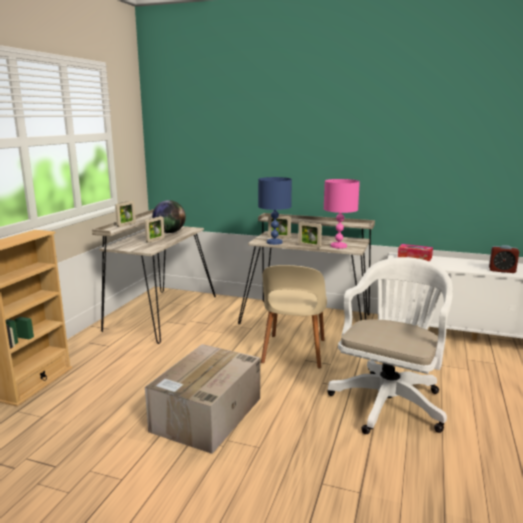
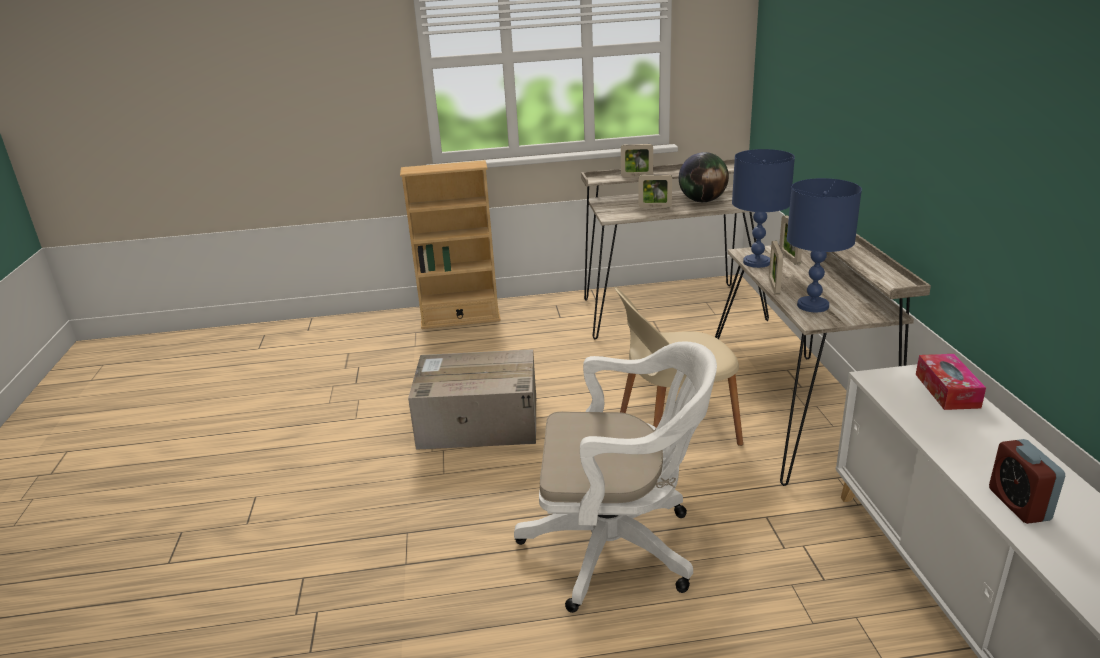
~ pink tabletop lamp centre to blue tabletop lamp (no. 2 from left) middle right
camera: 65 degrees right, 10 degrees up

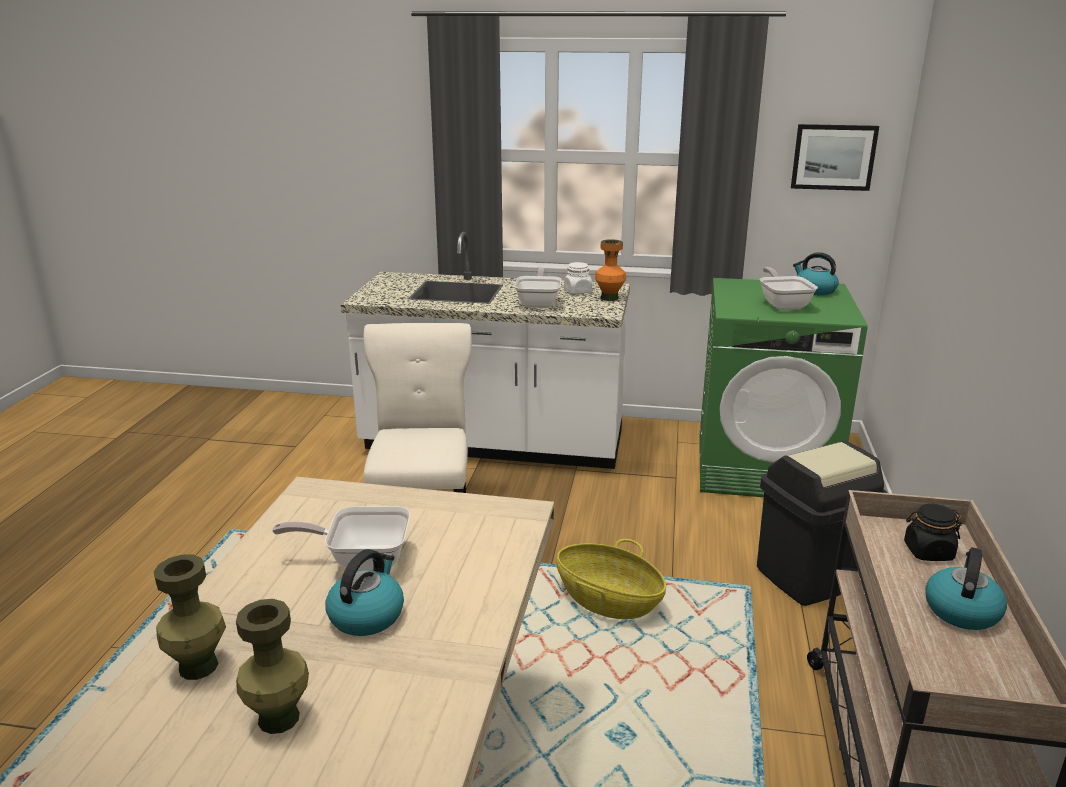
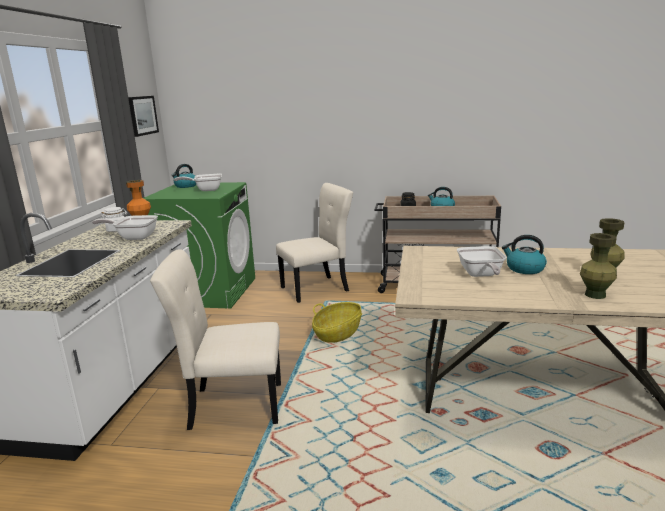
~ blackish trash can middle right to beige-coloured upright chair (no. 2 from left) centre
camera: 90 degrees left, 5 degrees down

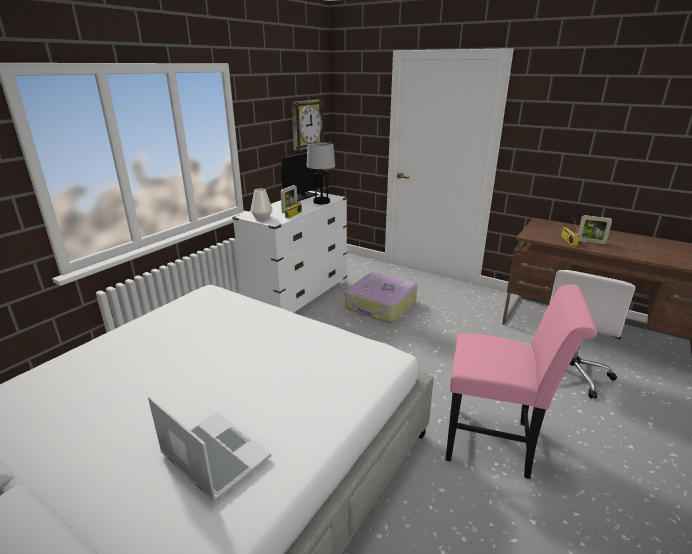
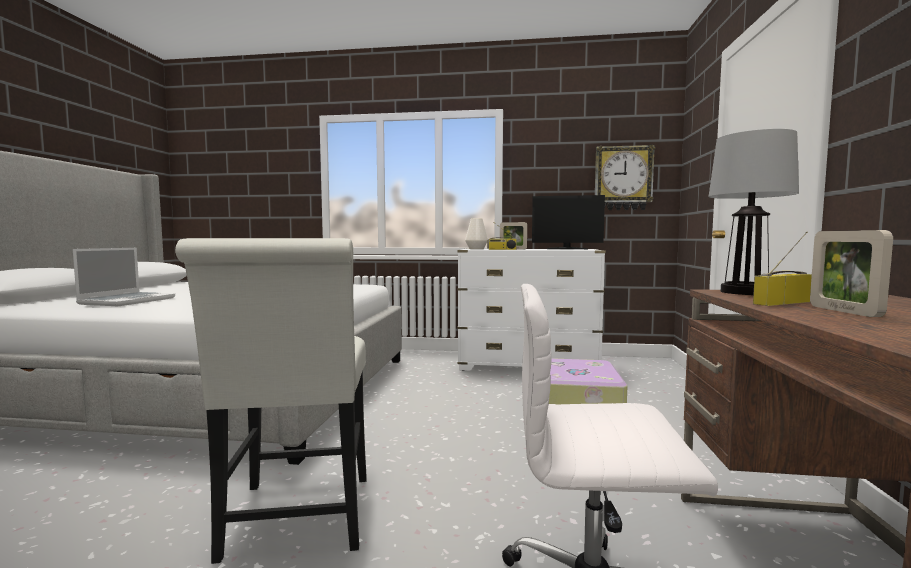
~ tabletop lamp top centre to middle right
~ pink upright chair bottom right to white upright chair bottom left
camera: 65 degrees right, 20 degrees down

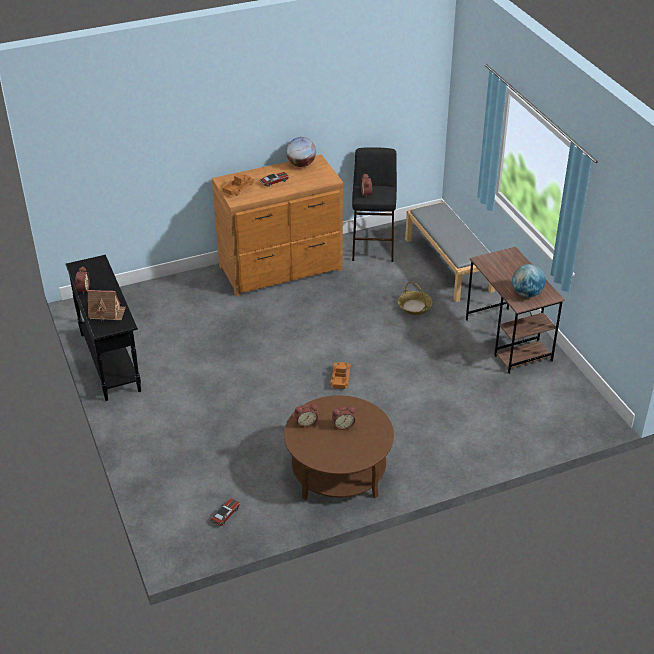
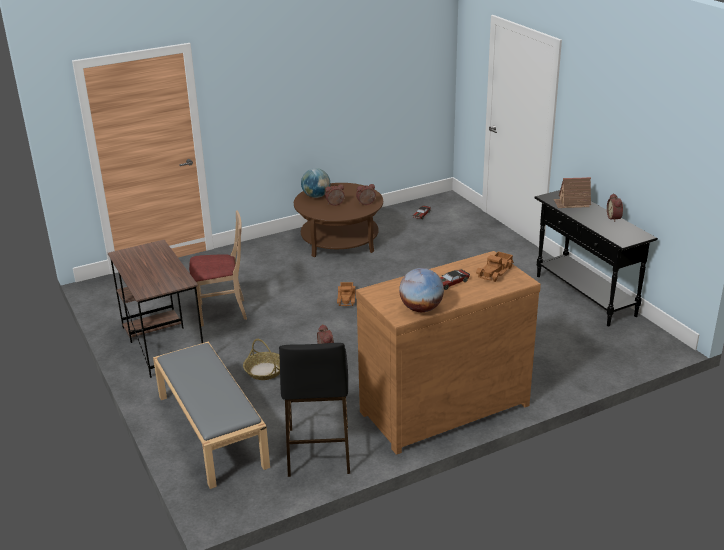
~ world globe (no. 2 from left in the first image) middle right to world globe (no. 1 from left) top centre
+ beige-coloured upright chair middle left
camera: 175 degrees right, 10 degrees down

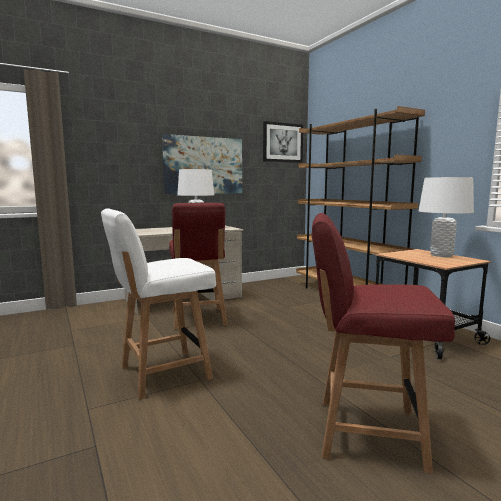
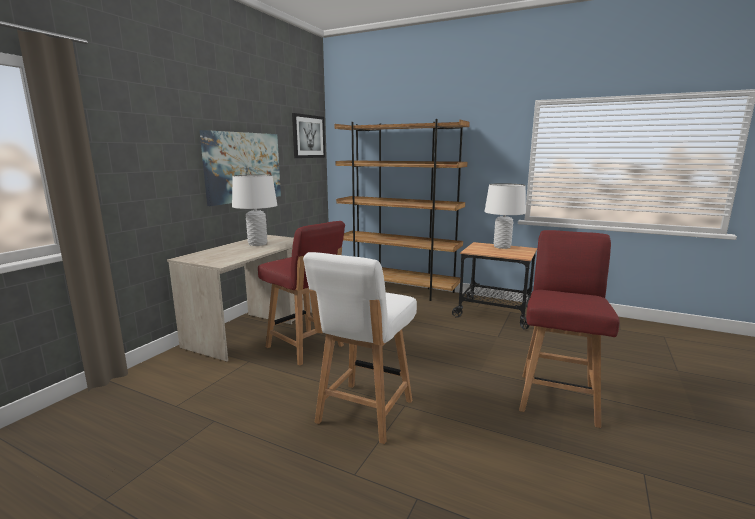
~ red upright chair (no. 2 from left) bottom right = middle right 135 degrees clockwise
camera: 35 degrees left, 5 degrees up

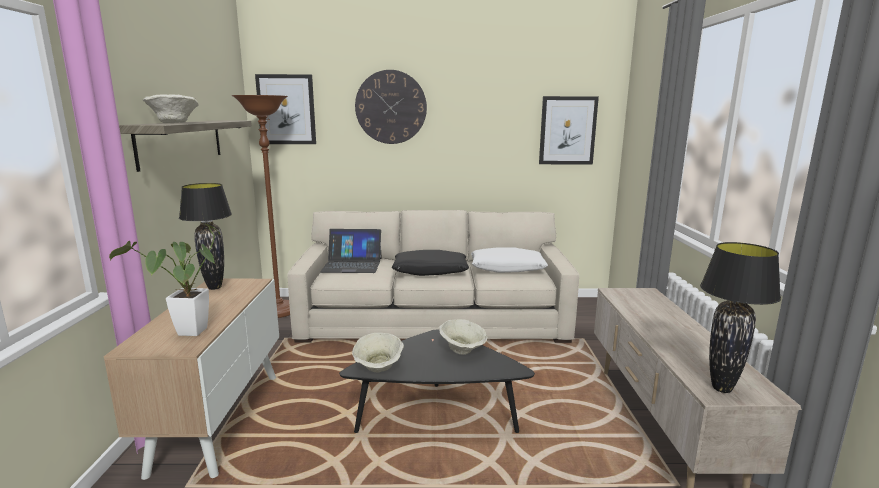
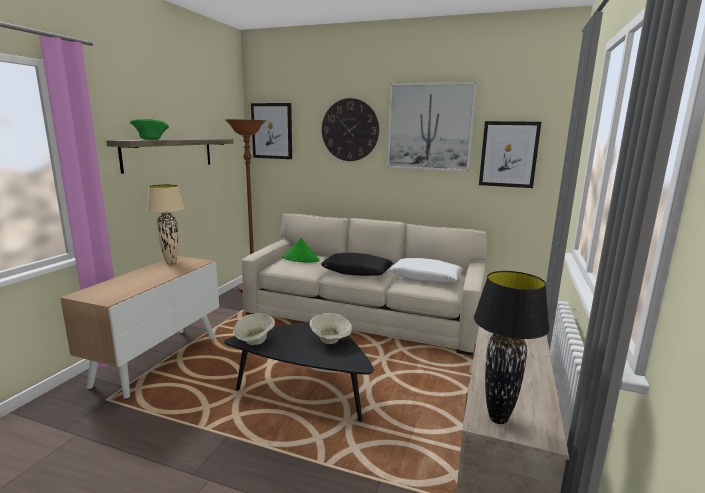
~ beige-coloured serving bowl (no. 1 from left) top left to greenish serving bowl top left
~ blackish tabletop lamp (no. 1 from left) middle left to beige-coloured tabletop lamp middle left
- houseplant middle left
~ notebook computer centre to greenish wearable hat centre
+ picture (no. 2 from left) top centre
camera: 20 degrees right, 0 degrees up

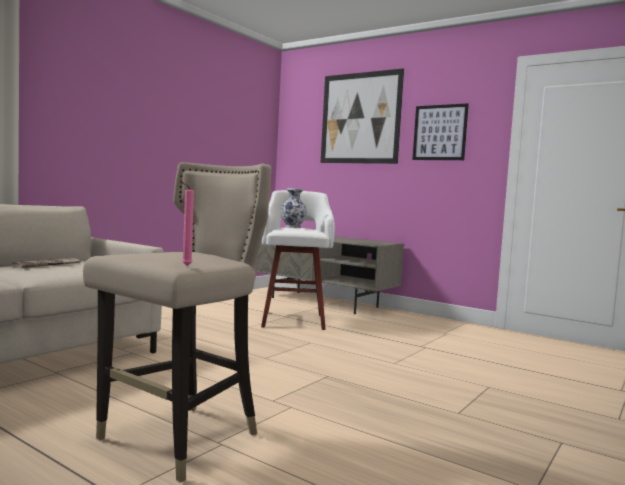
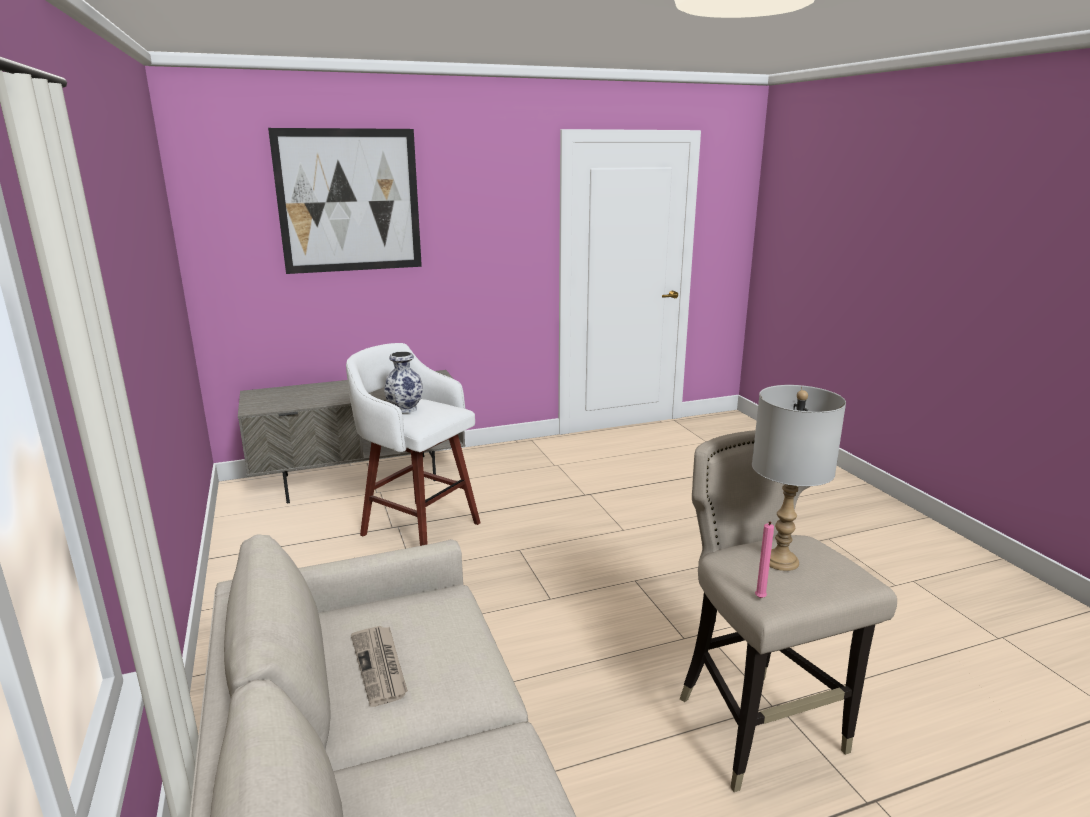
- picture (no. 2 from left) top right
~ pink wax light middle left to bottom right
+ greyish tabletop lamp middle right
camera: 55 degrees left, 15 degrees up

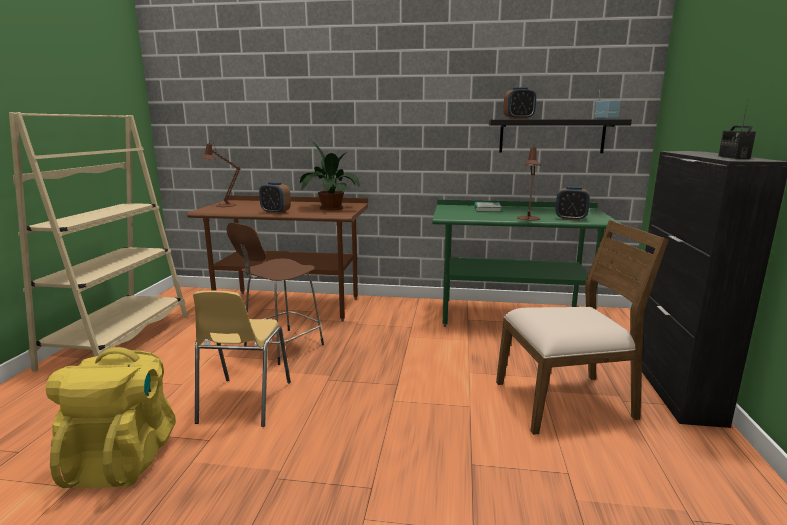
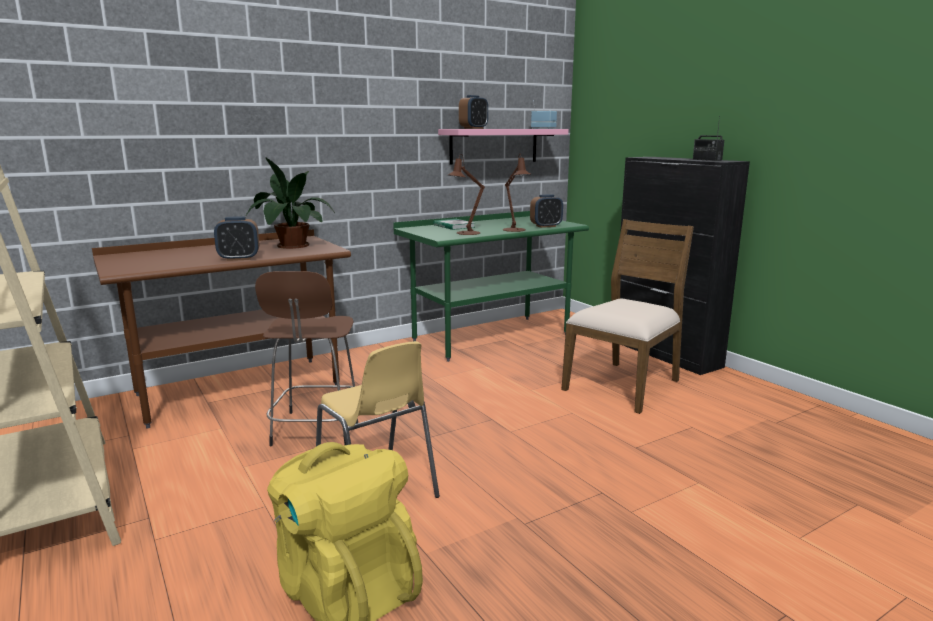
~ blackish wall shelf top right to pink wall shelf top centre
~ brown-coloured tabletop lamp (no. 1 from left) top left to top centre
camera: 40 degrees left, 0 degrees up

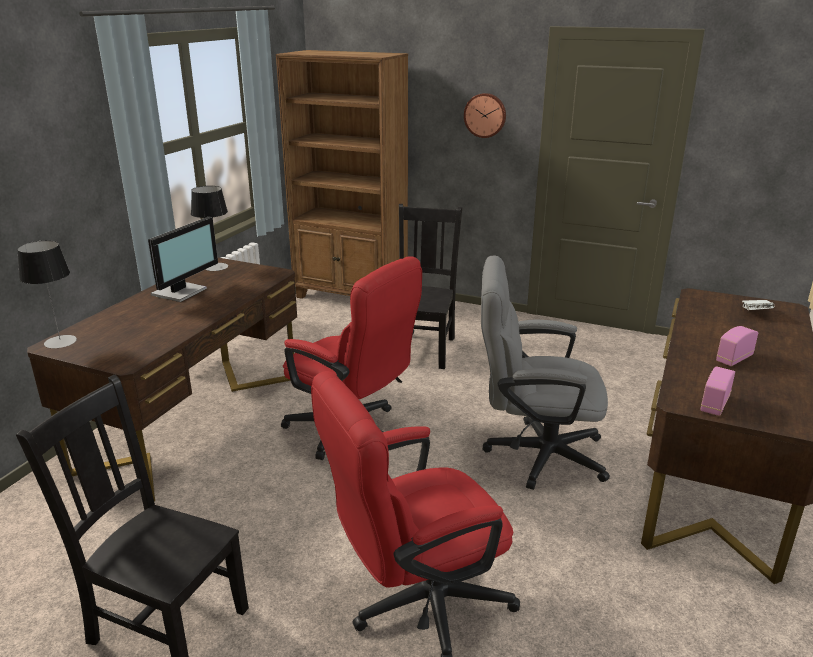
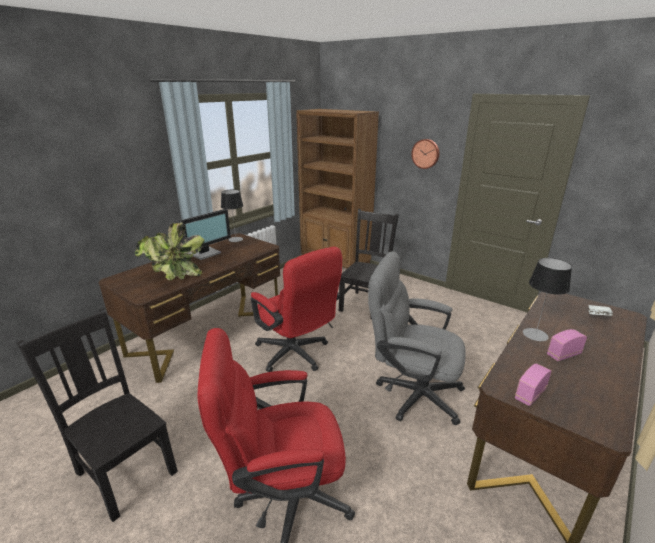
~ tabletop lamp (no. 1 from left in the first image) middle left to tabletop lamp (no. 2 from left) middle right
+ houseplant middle left
camera: 15 degrees right, 0 degrees up

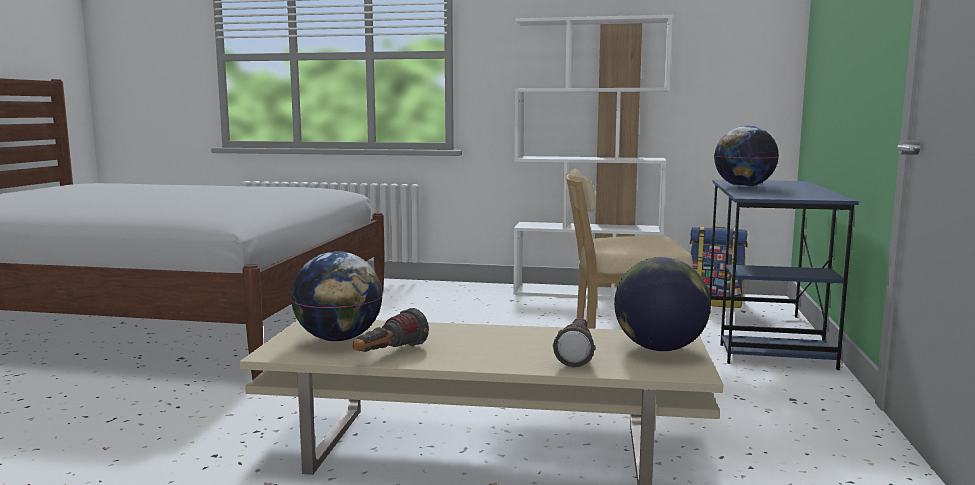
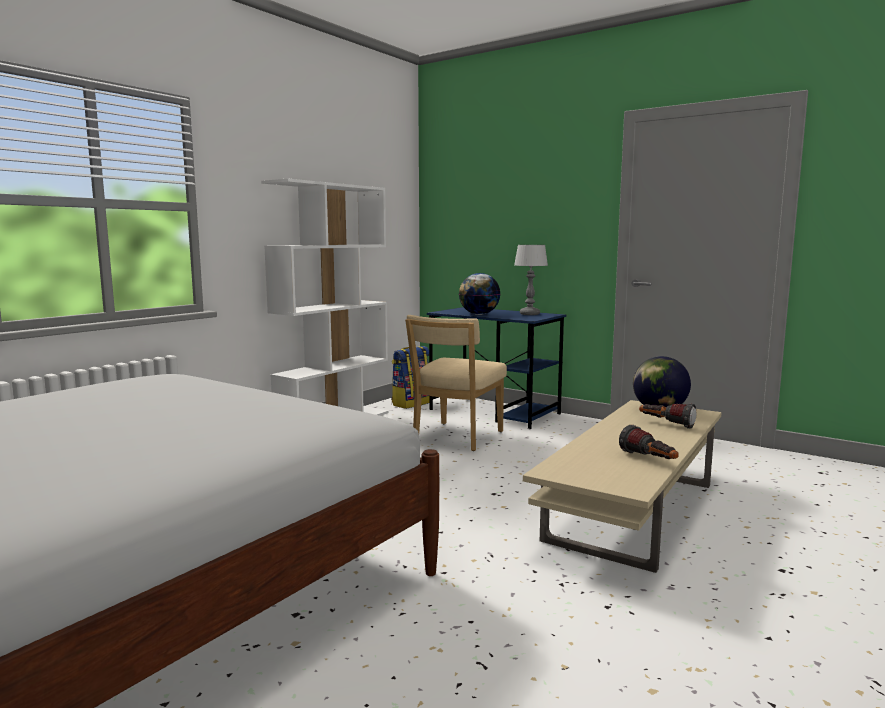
- world globe (no. 1 from left) centre
+ tabletop lamp centre
camera: 65 degrees left, 0 degrees up

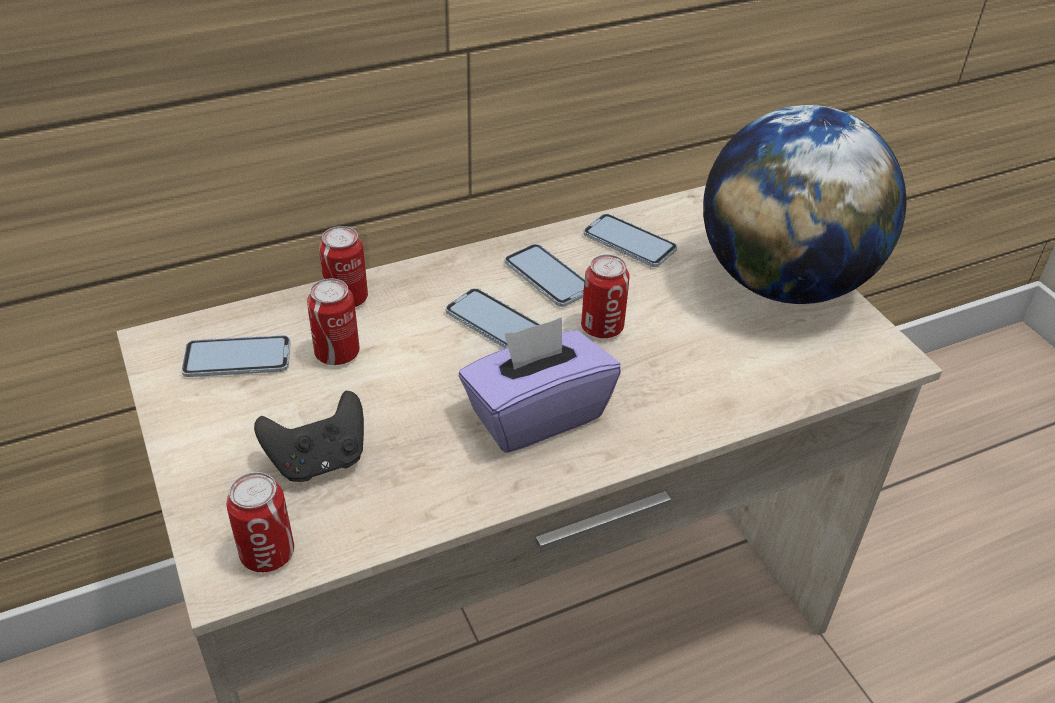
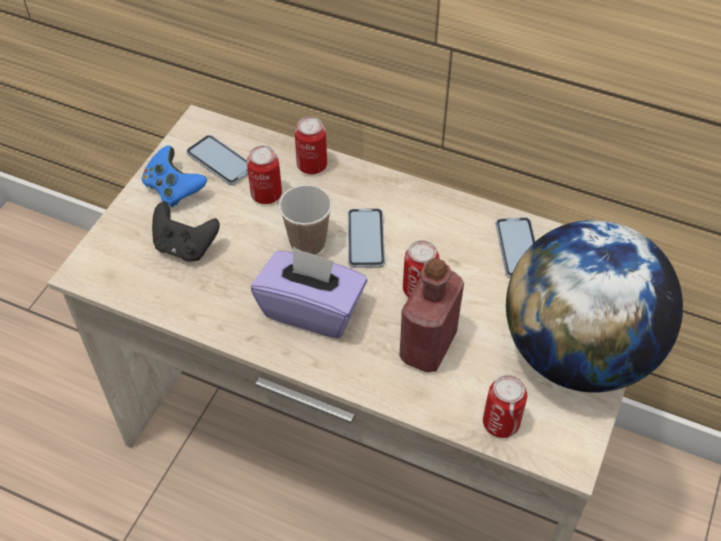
- telephone (no. 3 from left) centre
~ can (no. 1 from left in the first image) bottom left to can (no. 4 from left) bottom right
+ blue game controller top left
+ cup centre
+ red drink bottle centre
camera: 50 degrees right, 10 degrees up

